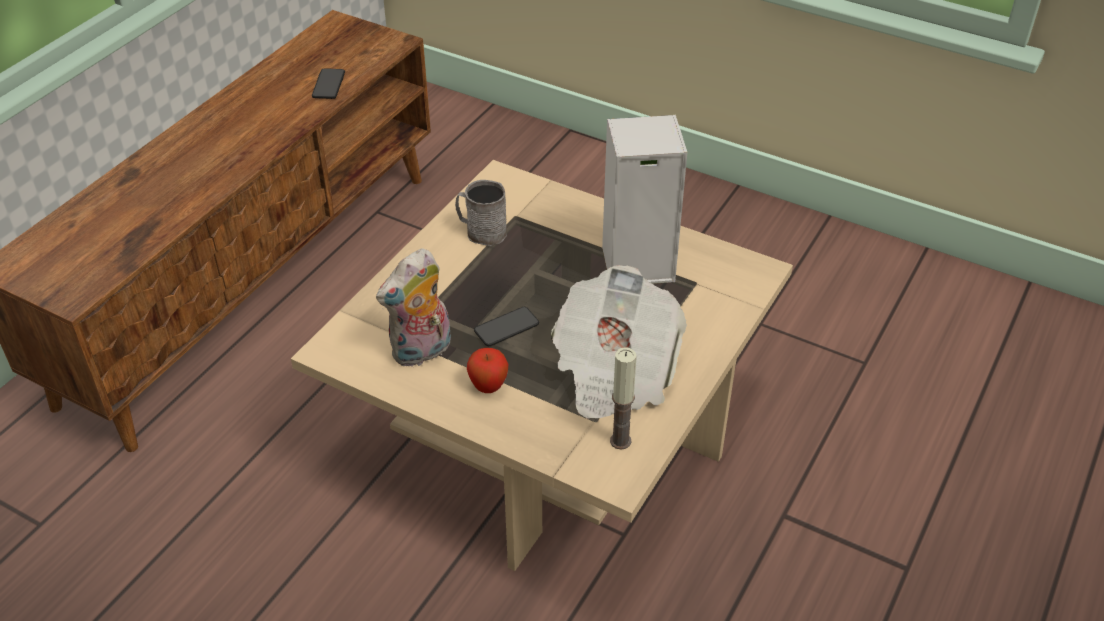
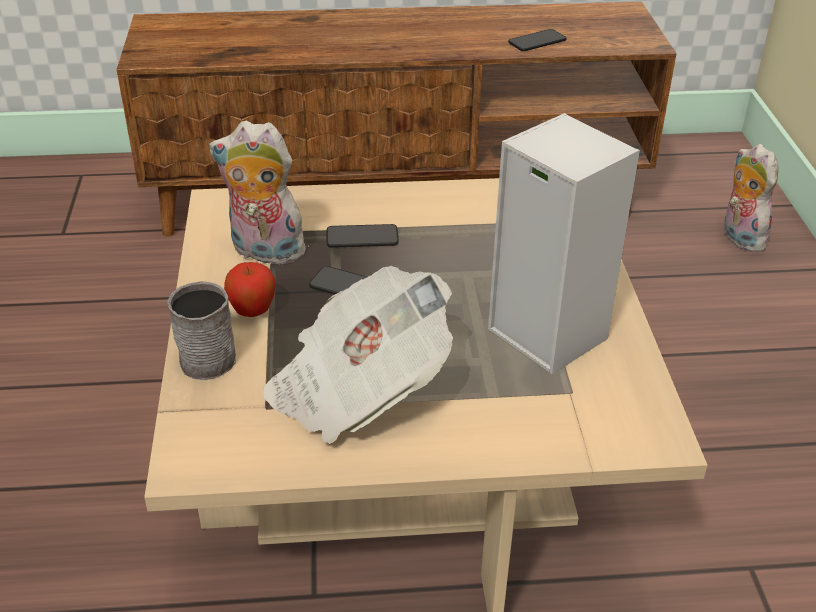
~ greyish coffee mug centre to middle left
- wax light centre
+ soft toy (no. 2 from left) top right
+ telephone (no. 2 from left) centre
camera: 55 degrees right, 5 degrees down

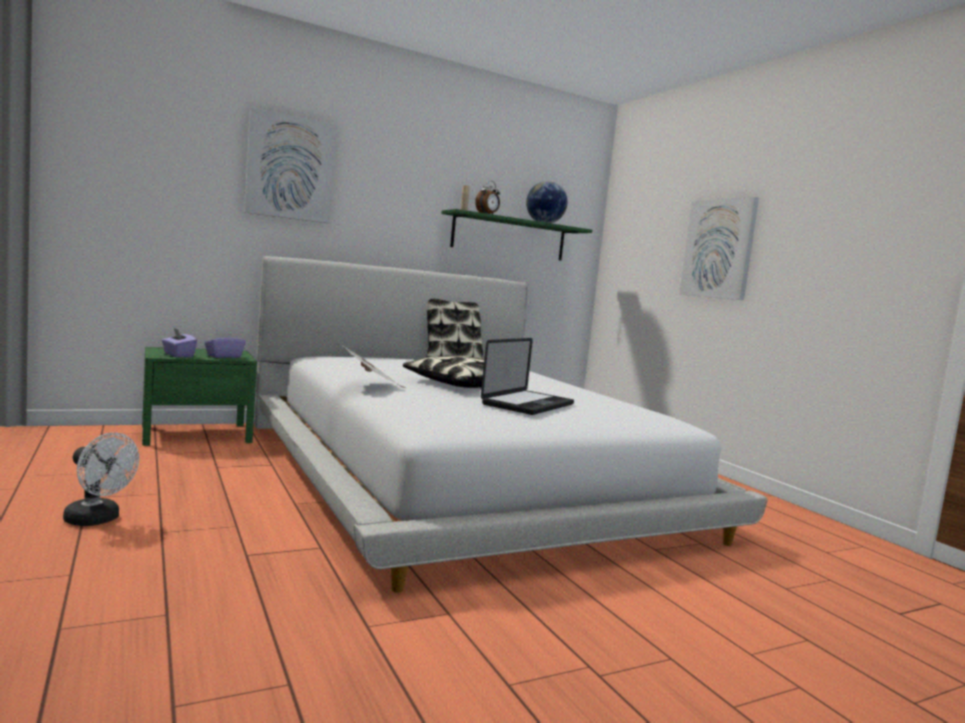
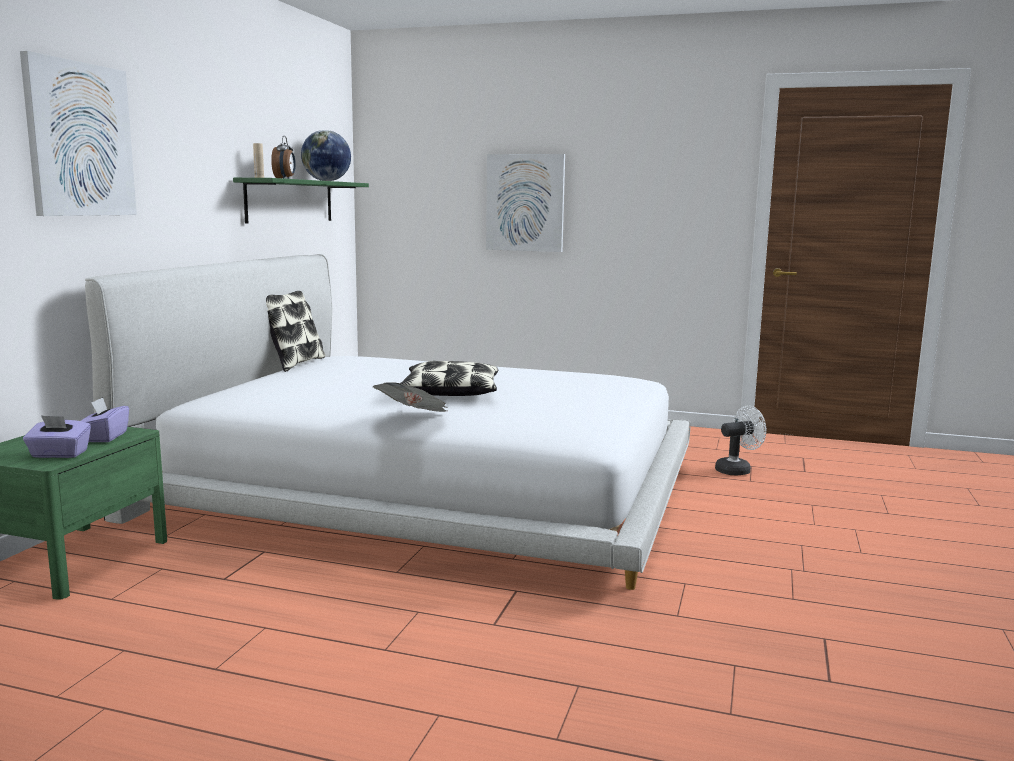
- notebook computer centre
~ white fan middle left to middle right
camera: 45 degrees left, 5 degrees up

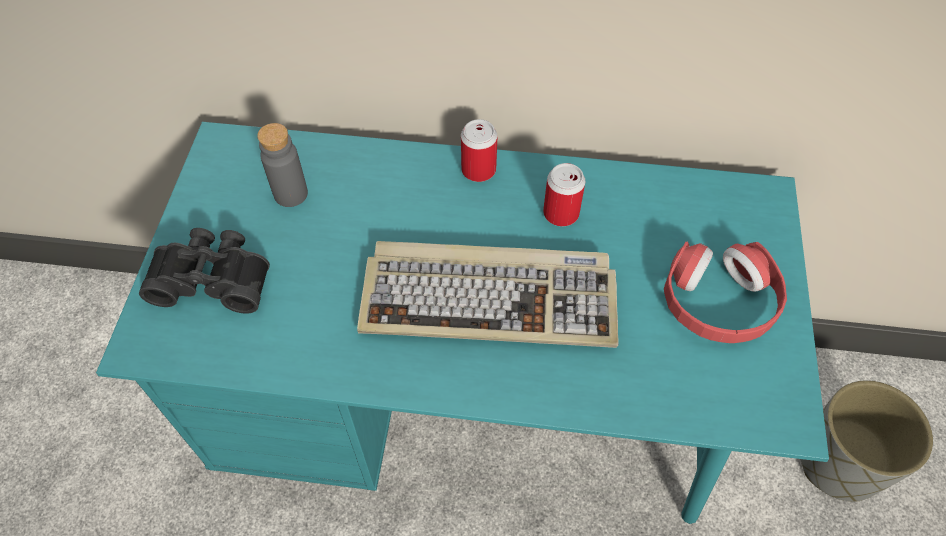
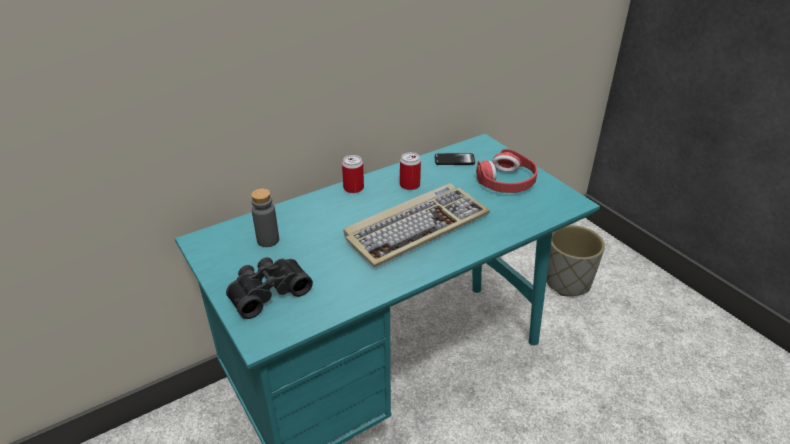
+ telephone centre
camera: 40 degrees left, 20 degrees down

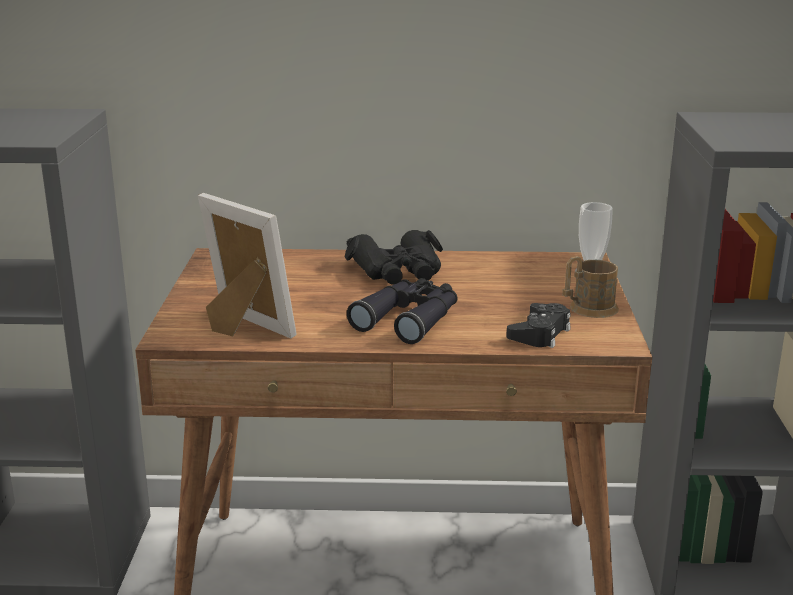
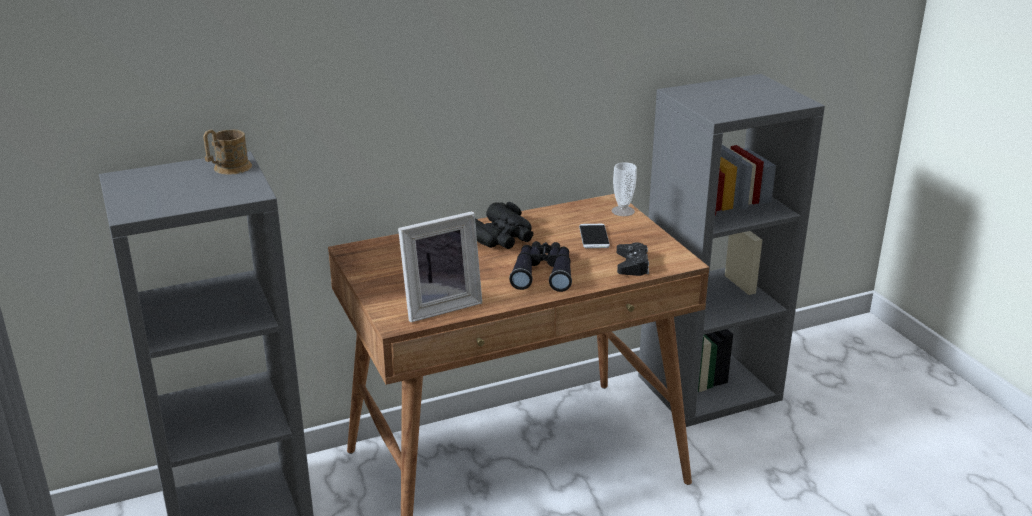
~ standing frame middle left = centre 135 degrees clockwise
~ brown-coloured coffee mug middle right to top left
+ telephone centre
camera: 25 degrees left, 5 degrees up

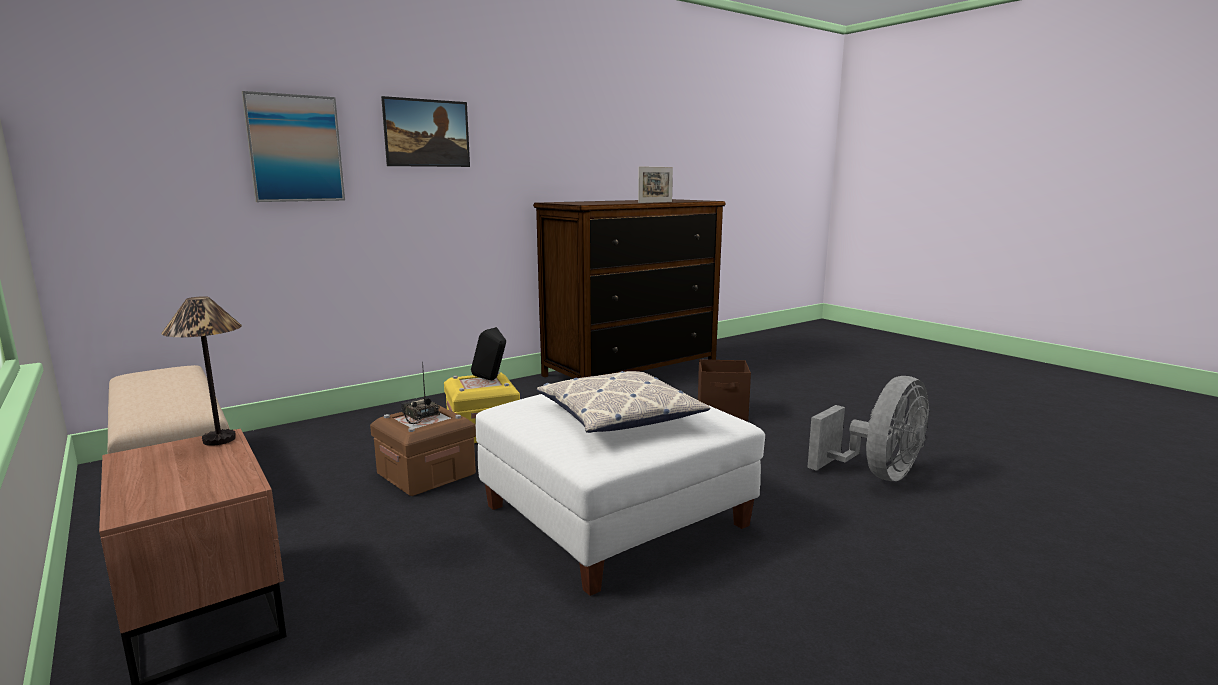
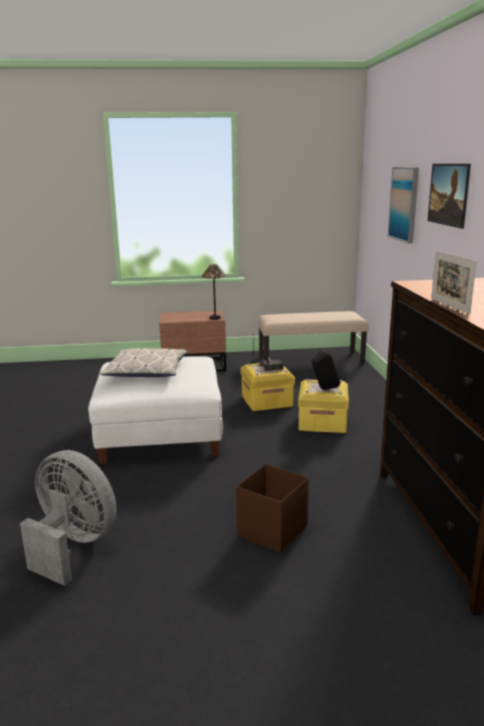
~ greyish fan middle right = bottom left 135 degrees clockwise
~ brown-coloured storage bin (no. 1 from left) centre to yellow storage bin (no. 1 from left) centre
camera: 120 degrees right, 5 degrees up

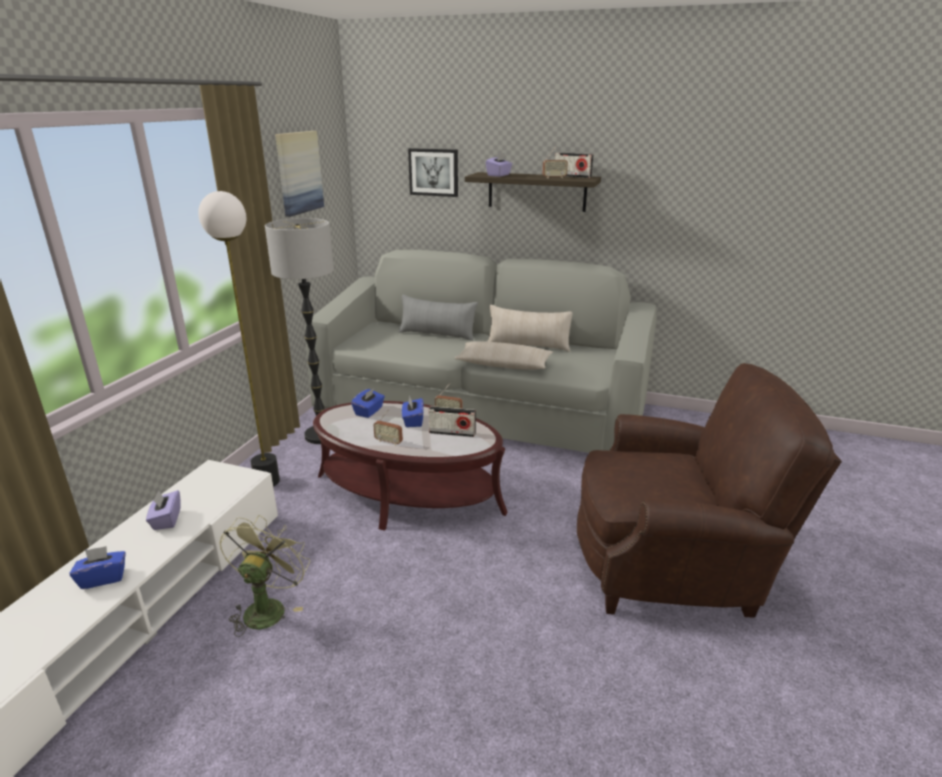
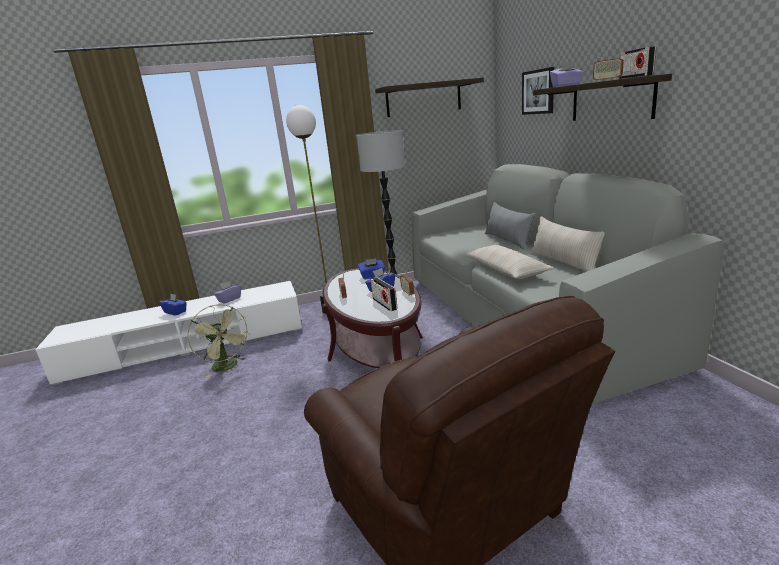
~ picture (no. 1 from left) top left to wall shelf (no. 1 from left) top centre
~ greenish fan bottom left = middle left 75 degrees clockwise
camera: 55 degrees right, 5 degrees down

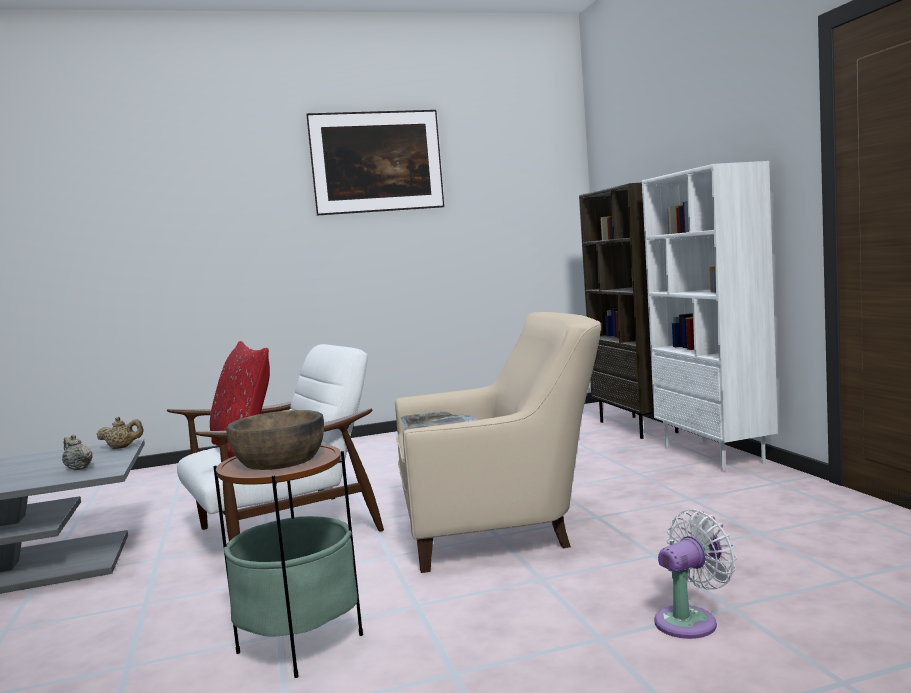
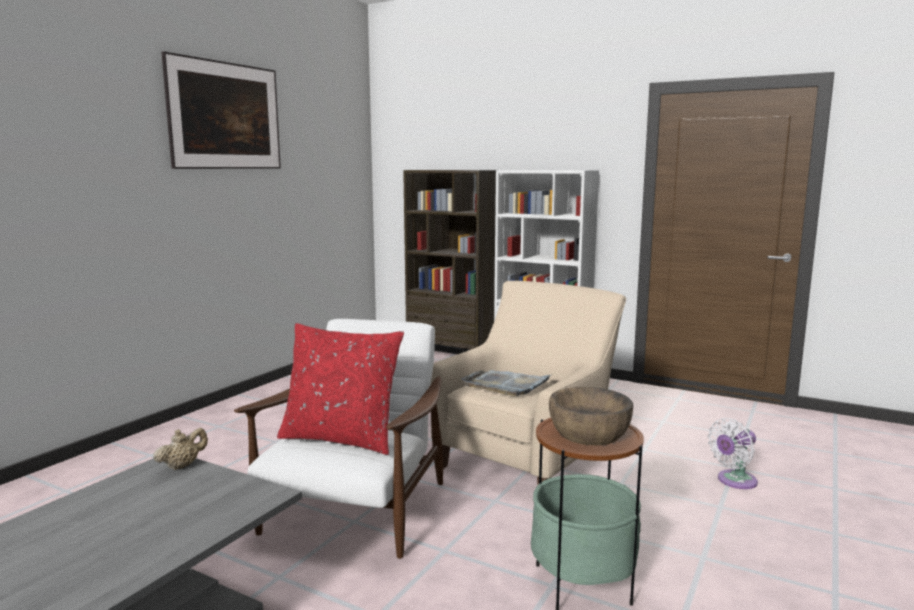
- beige-coloured teapot (no. 1 from left) middle left
~ white fan bottom right = bottom right 135 degrees counterclockwise
camera: 45 degrees left, 5 degrees up

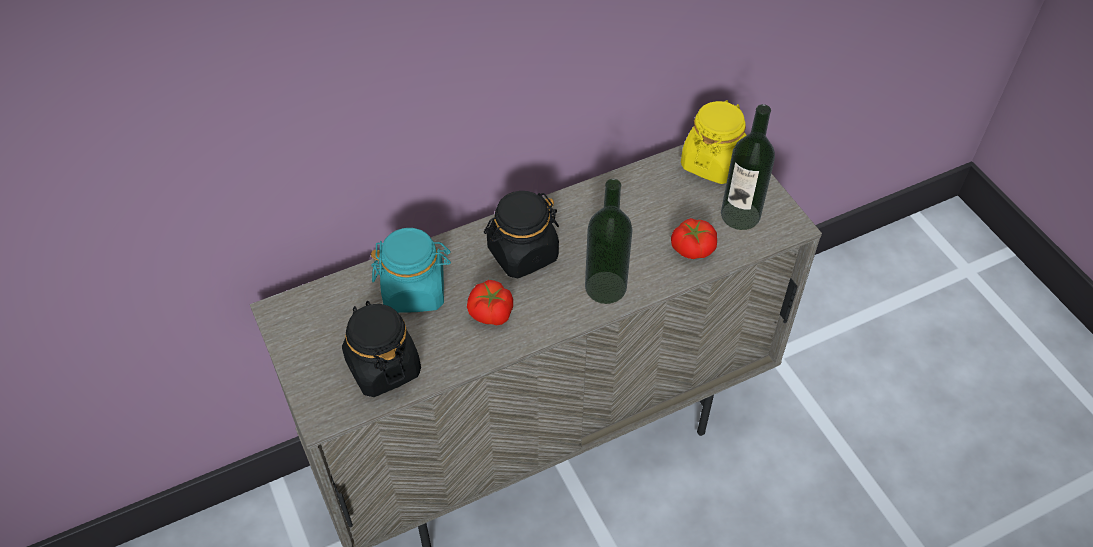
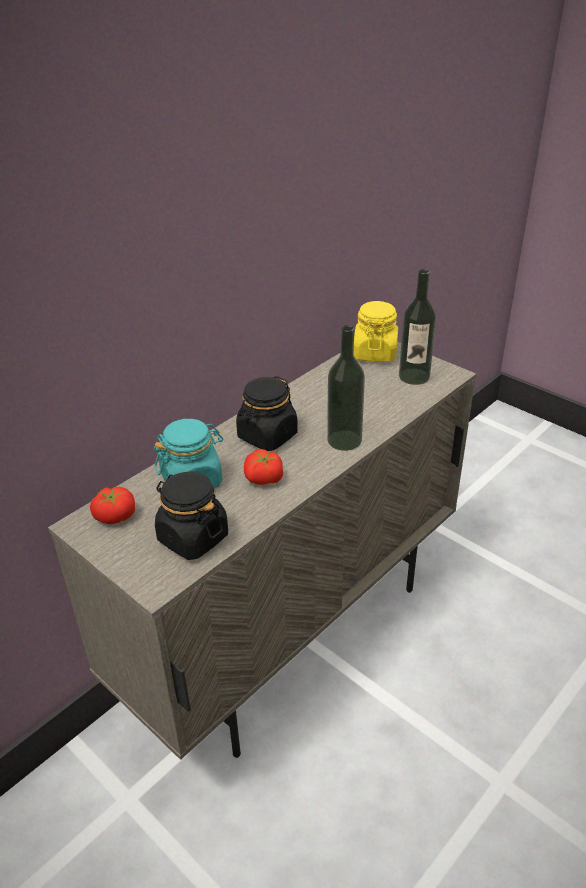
~ tomato (no. 2 from left in the first image) centre to tomato (no. 1 from left) middle left
camera: 20 degrees left, 15 degrees down

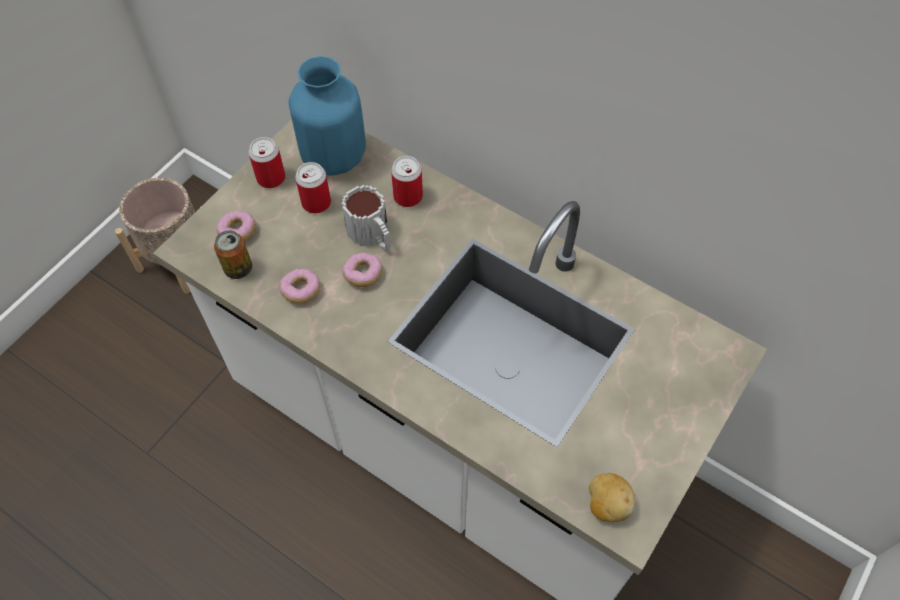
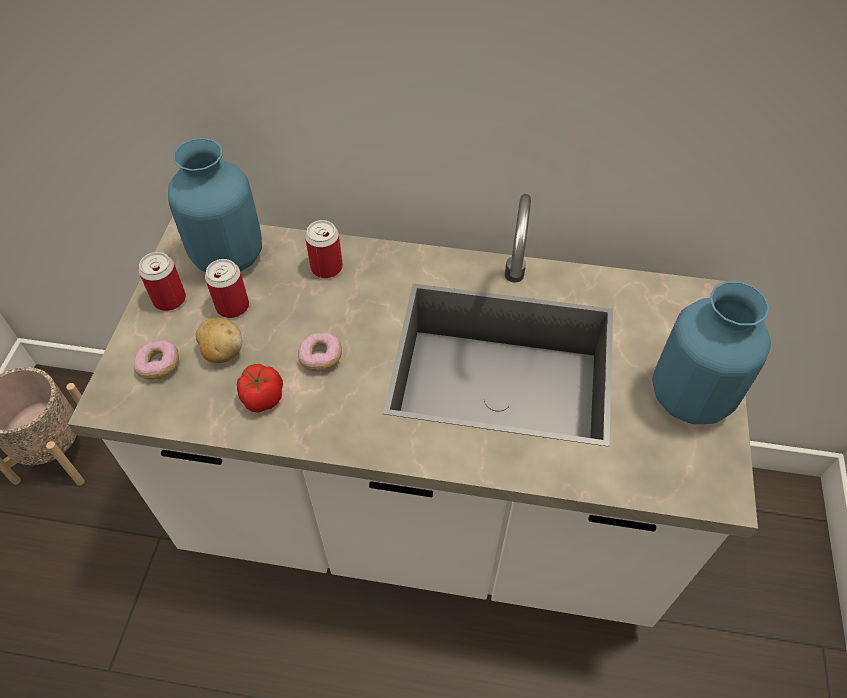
- coffee mug centre
- can (no. 1 from left) middle left
~ ring doughnut (no. 2 from left) centre to tomato middle left
~ whole potato bottom right to middle left
+ blue flower vase (no. 2 from left) middle right
camera: 25 degrees left, 5 degrees down

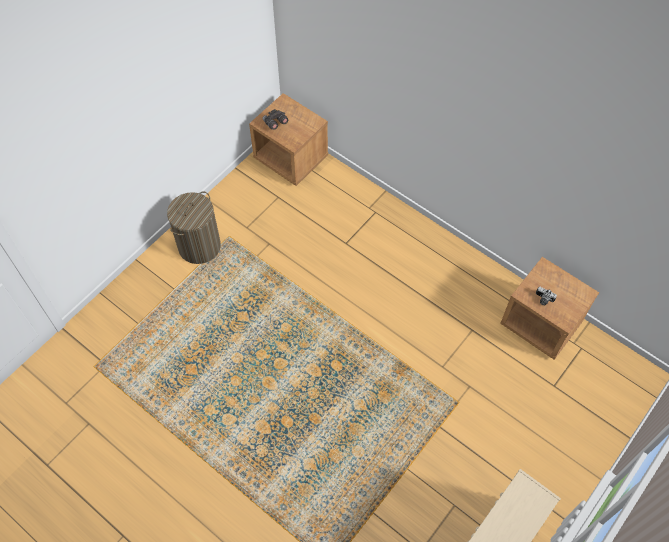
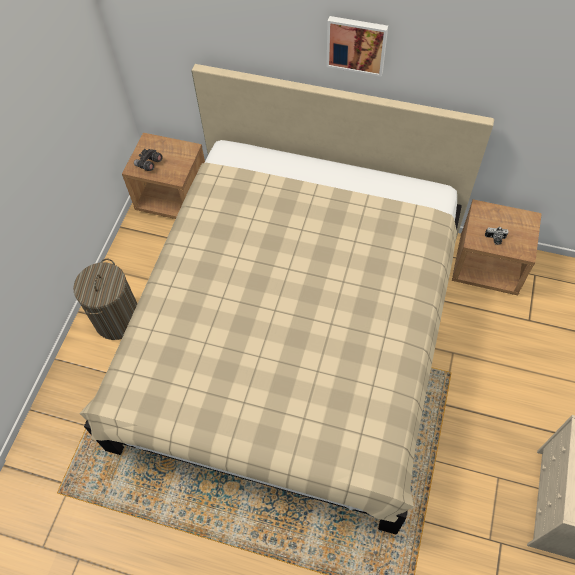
+ picture top centre
+ beige-coloured bedroom bed centre
camera: 20 degrees left, 0 degrees up

